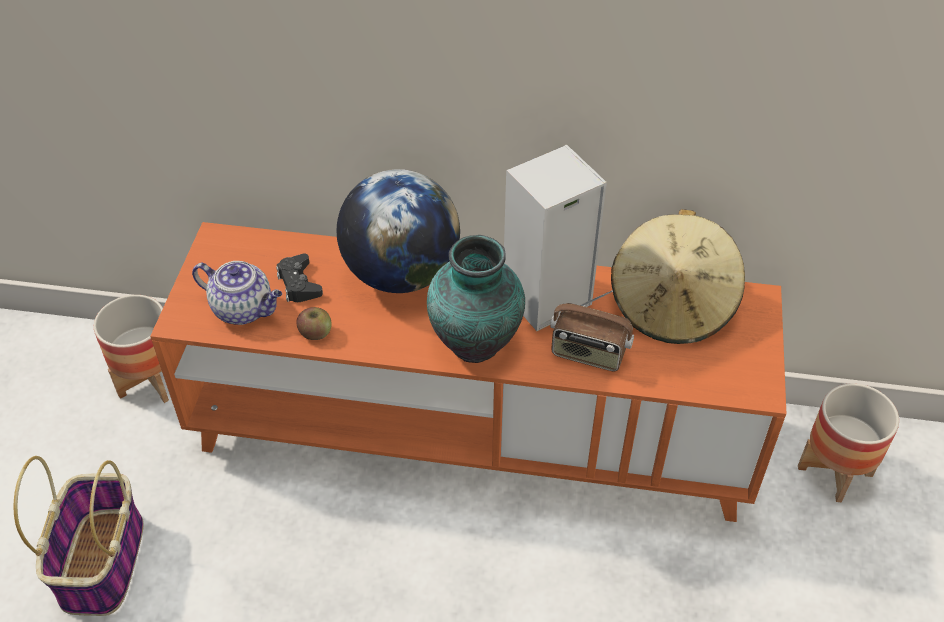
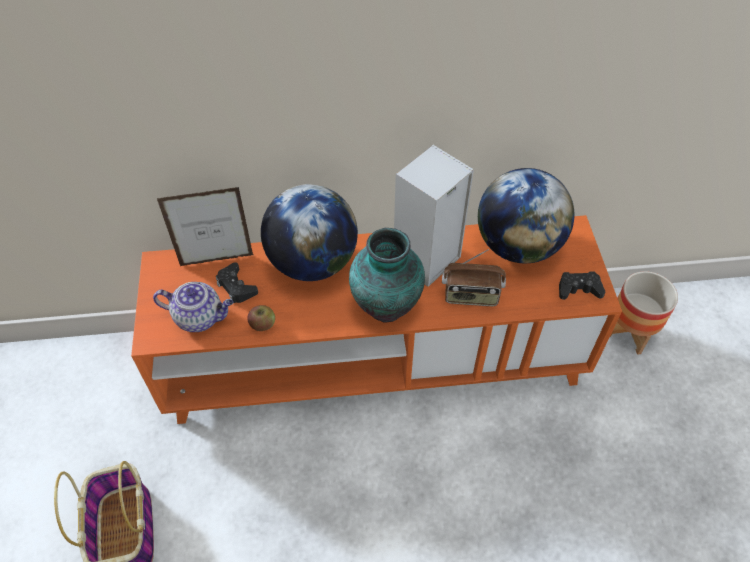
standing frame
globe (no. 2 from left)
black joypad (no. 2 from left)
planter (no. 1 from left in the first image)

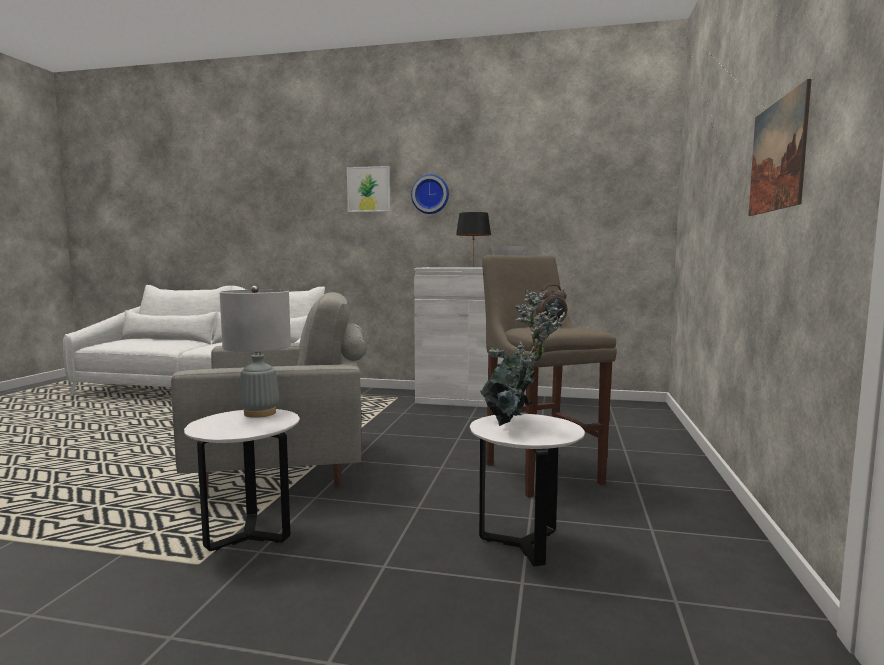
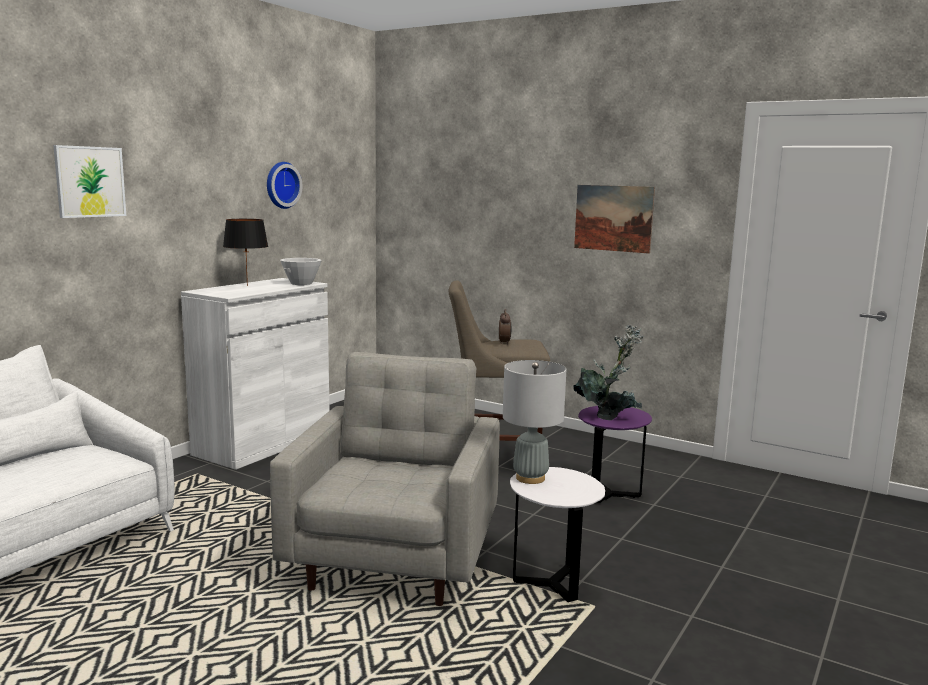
wall clock
purple-coloured end table

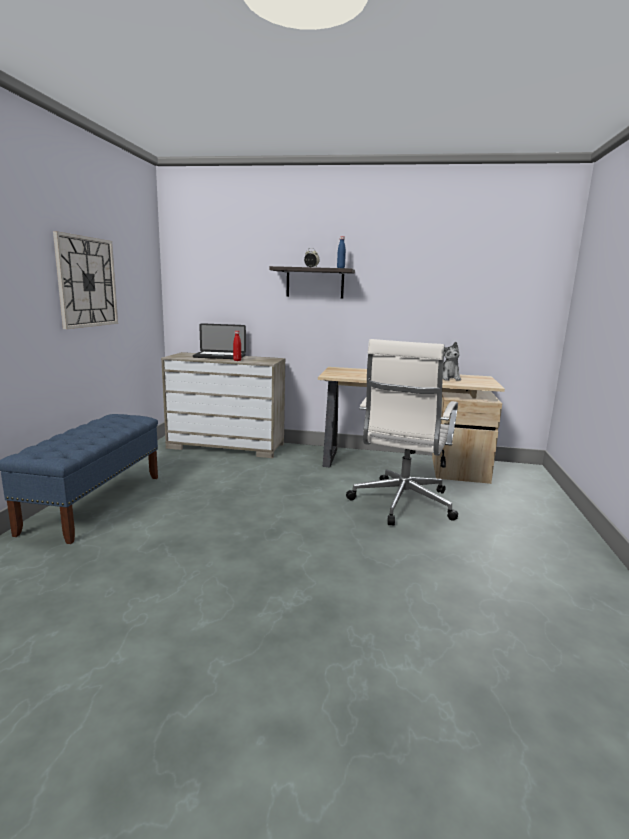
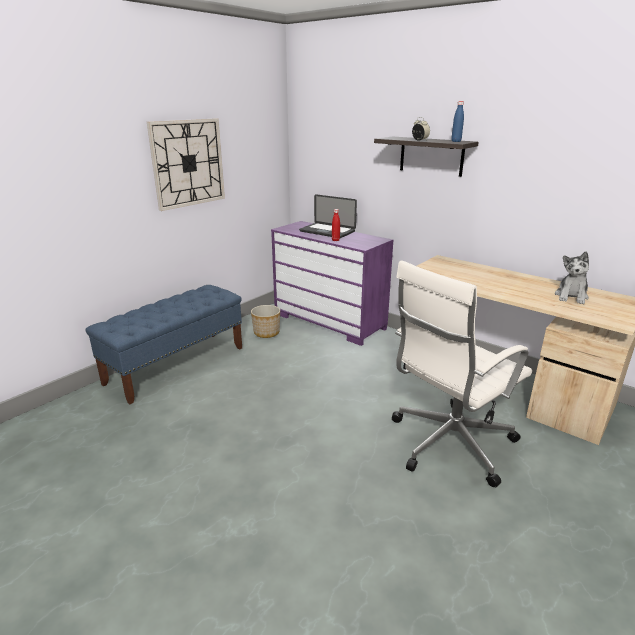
planter
purple-coloured drawer chest

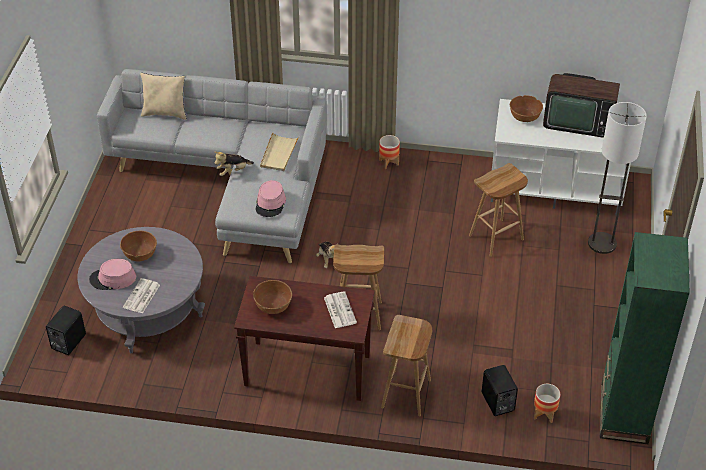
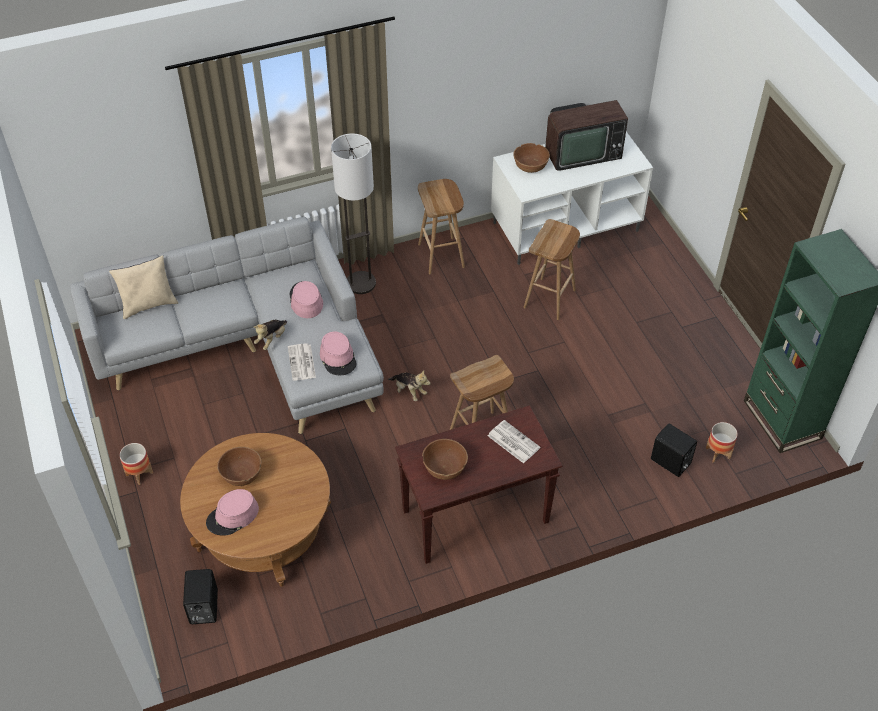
planter (no. 1 from left)
brown-coloured lounge table
daily paper (no. 1 from left)
pinkish clothing hat (no. 2 from left)
standing lamp
brown-coloured stool (no. 1 from left)

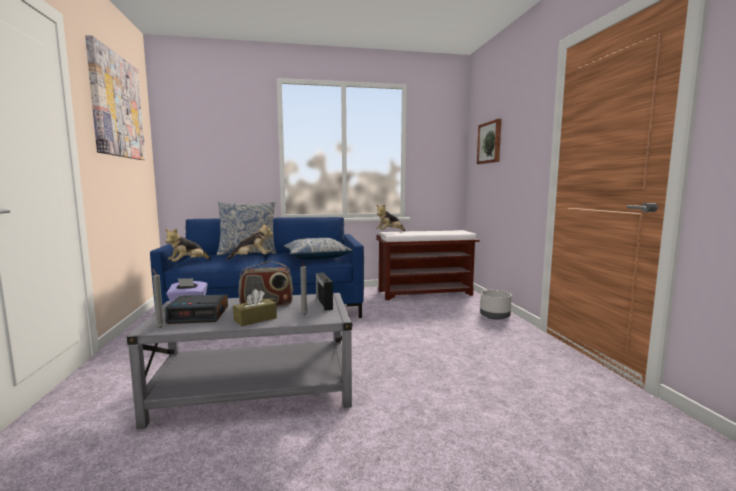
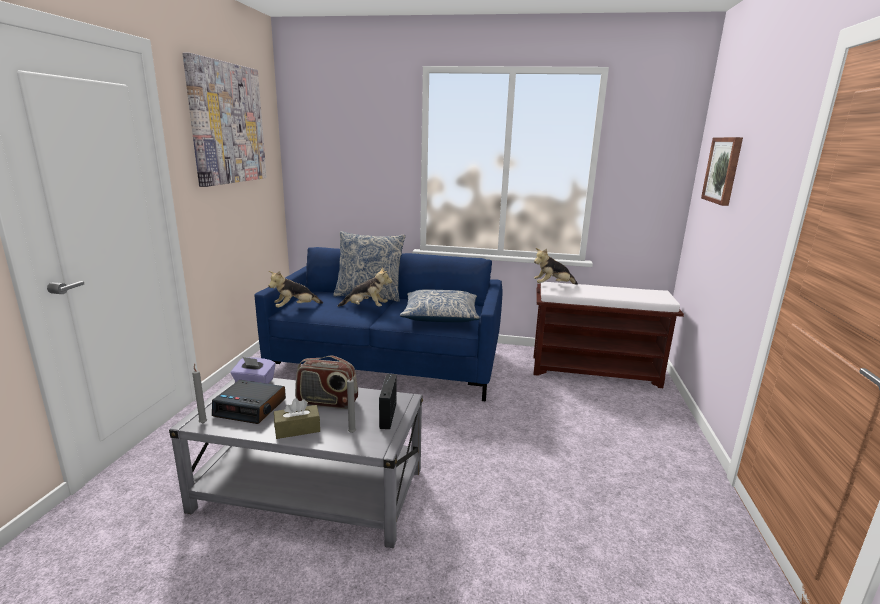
gray planter

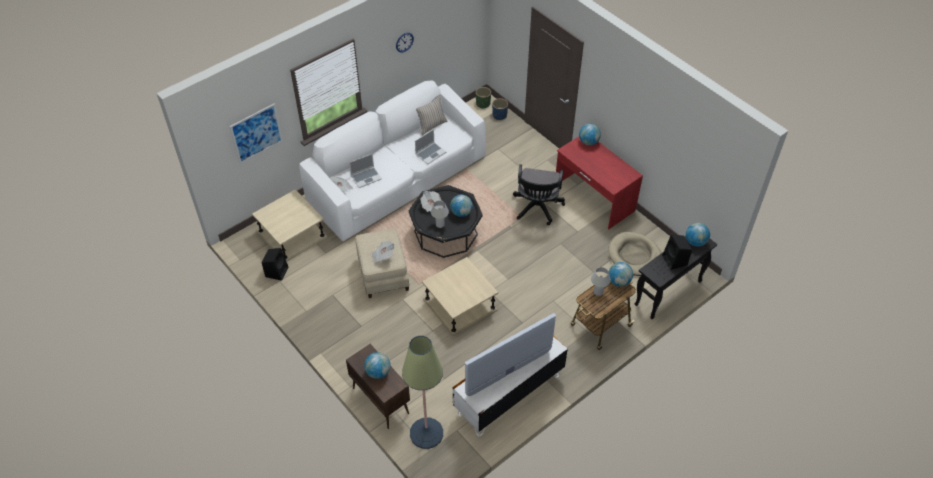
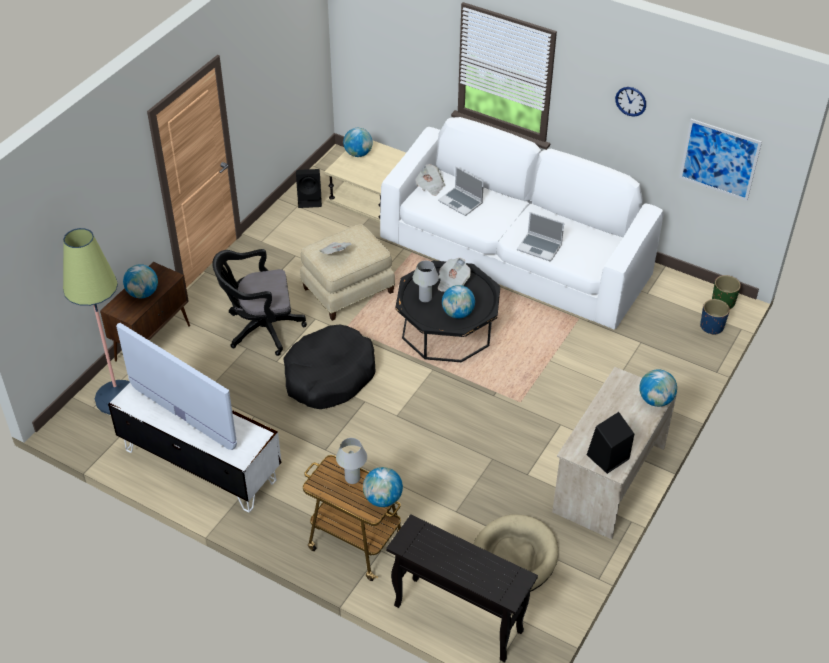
black desk chair
black dog bed
globe (no. 2 from left)
beige-coloured desk unit
black audio speaker (no. 2 from left)
wall art
beige-coloured throw pillow

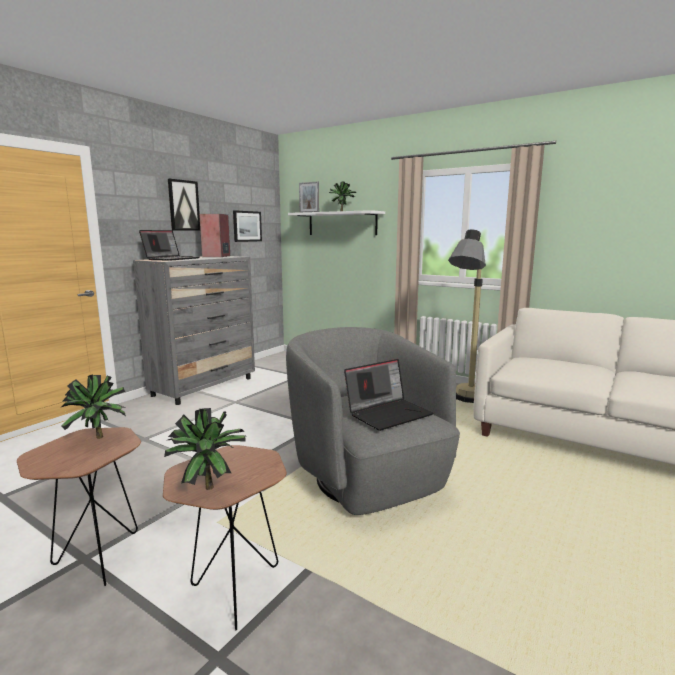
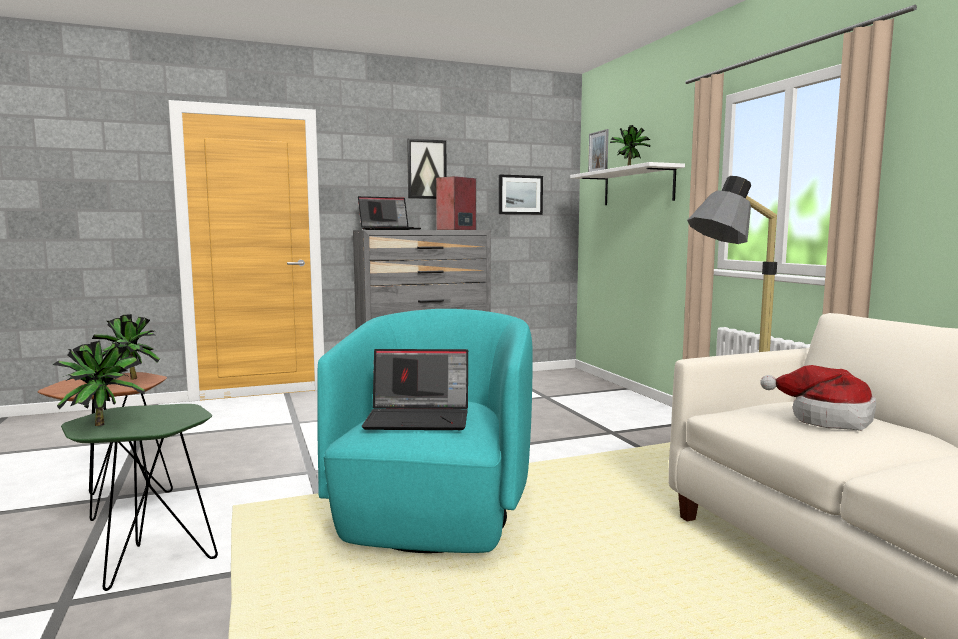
green end table
blue-green armchair
clothing hat

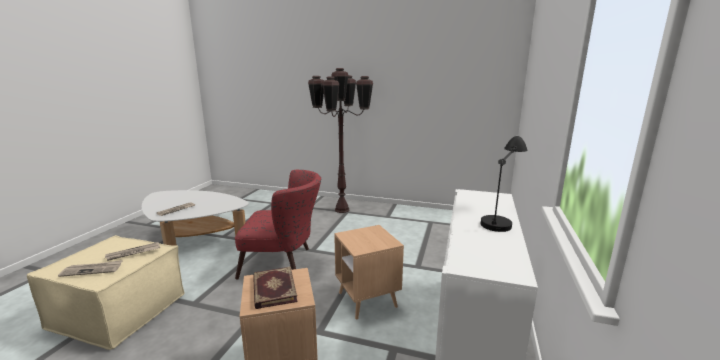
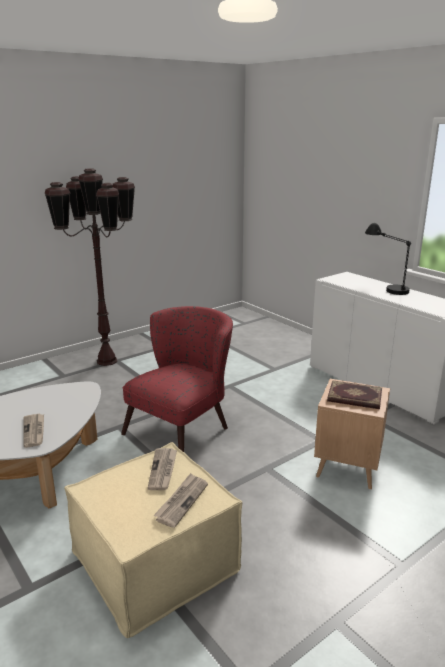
brown-coloured end table (no. 2 from left in the first image)

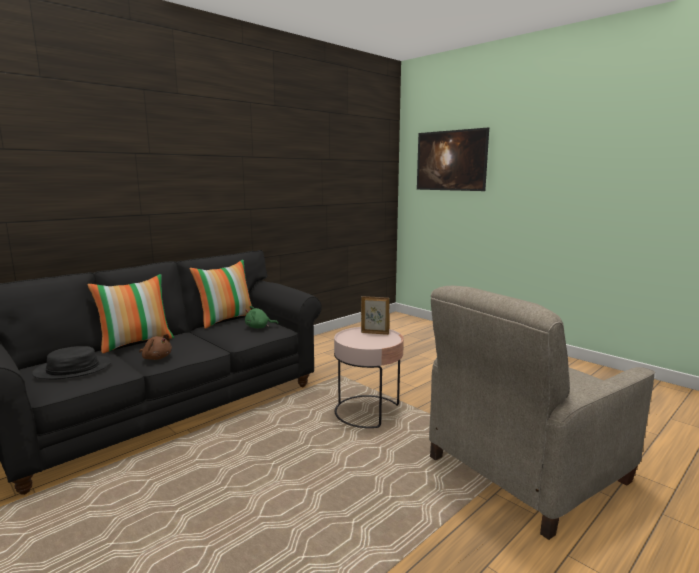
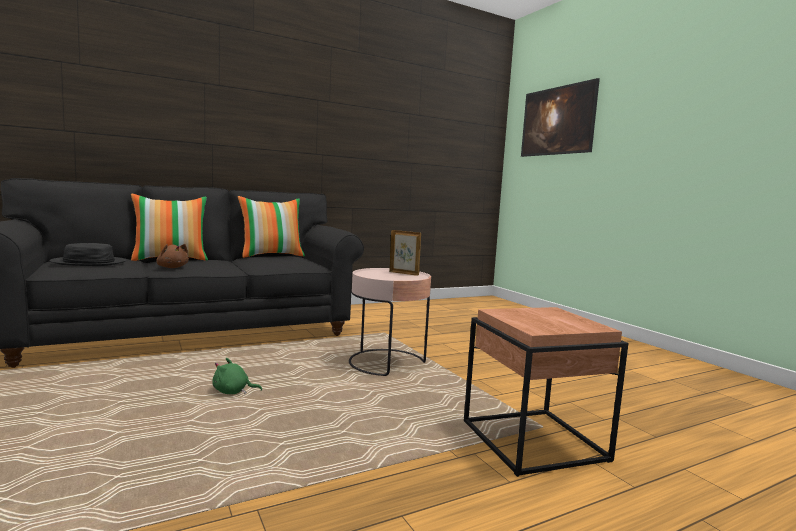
green plush toy
brown-coloured end table

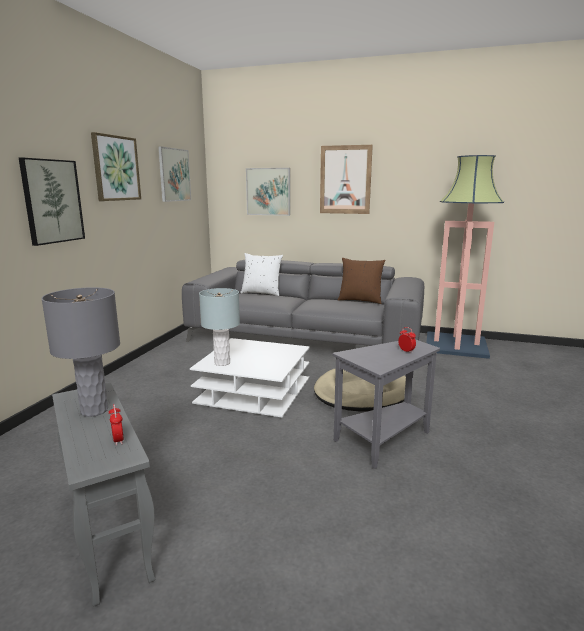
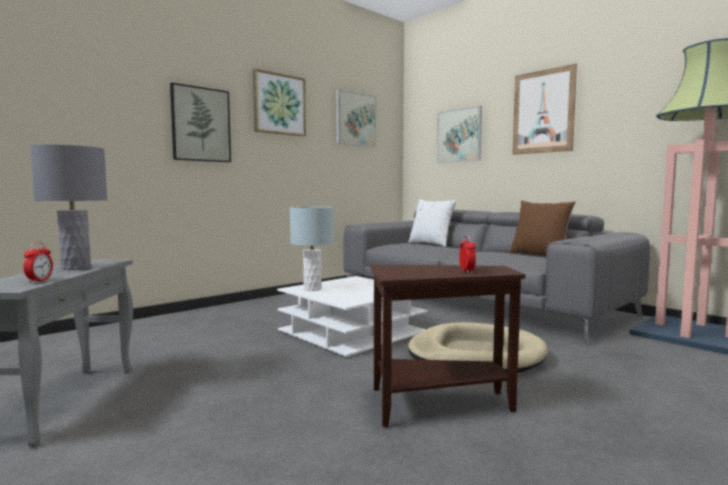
brown-coloured end table

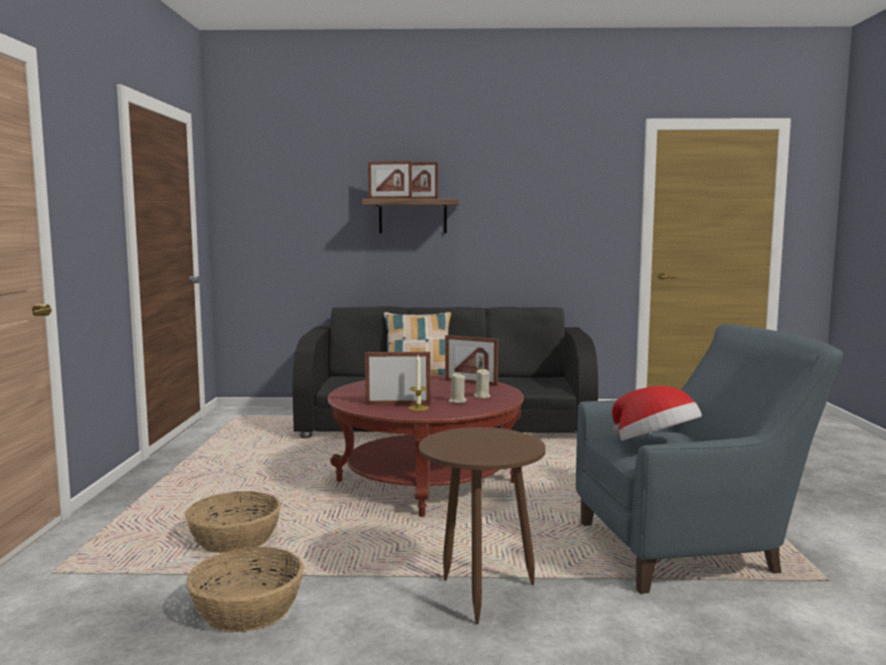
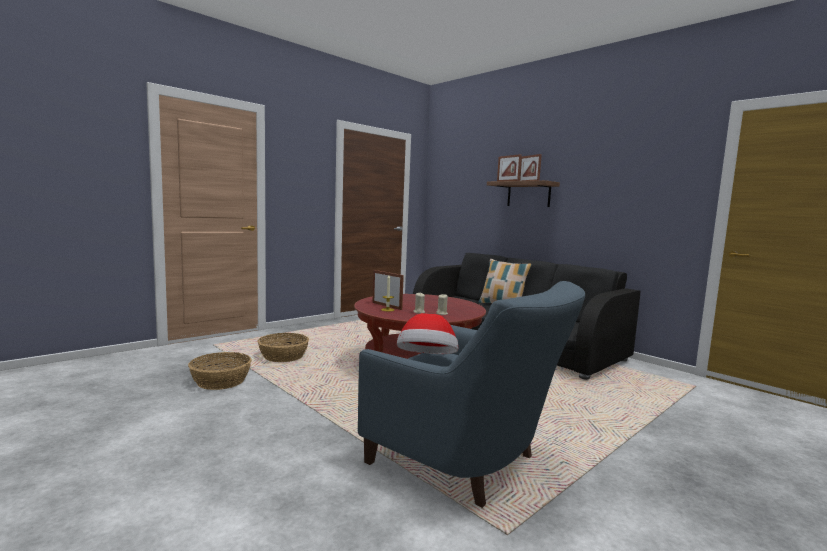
brown-coloured end table
standing frame (no. 4 from left in the first image)

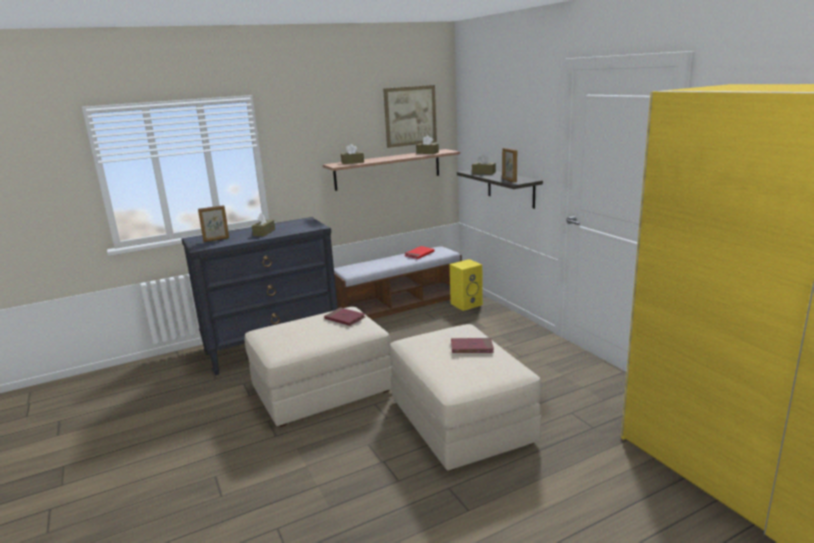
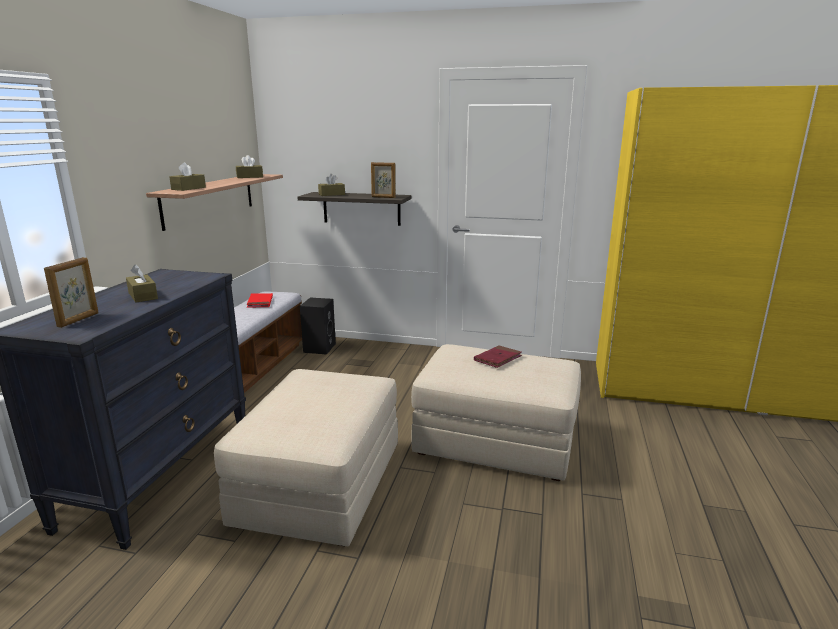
black audio speaker
reddish book (no. 1 from left in the first image)
wall art

